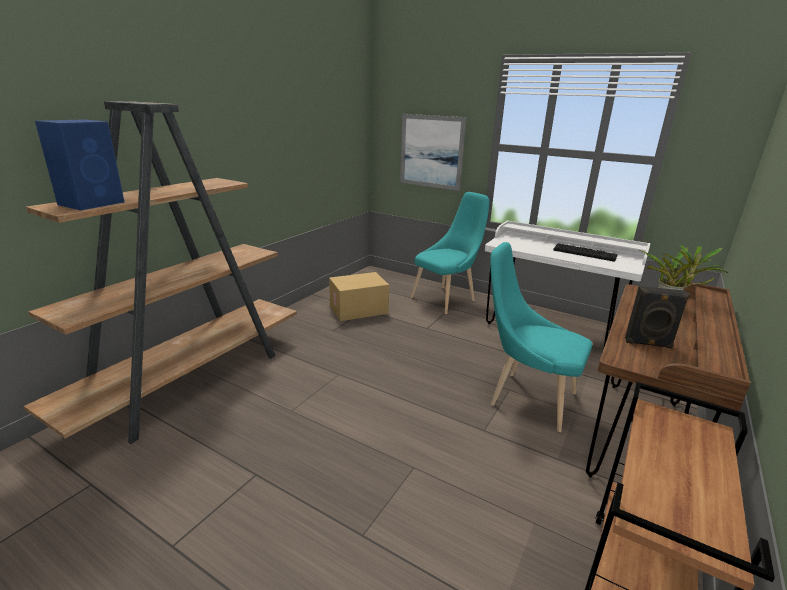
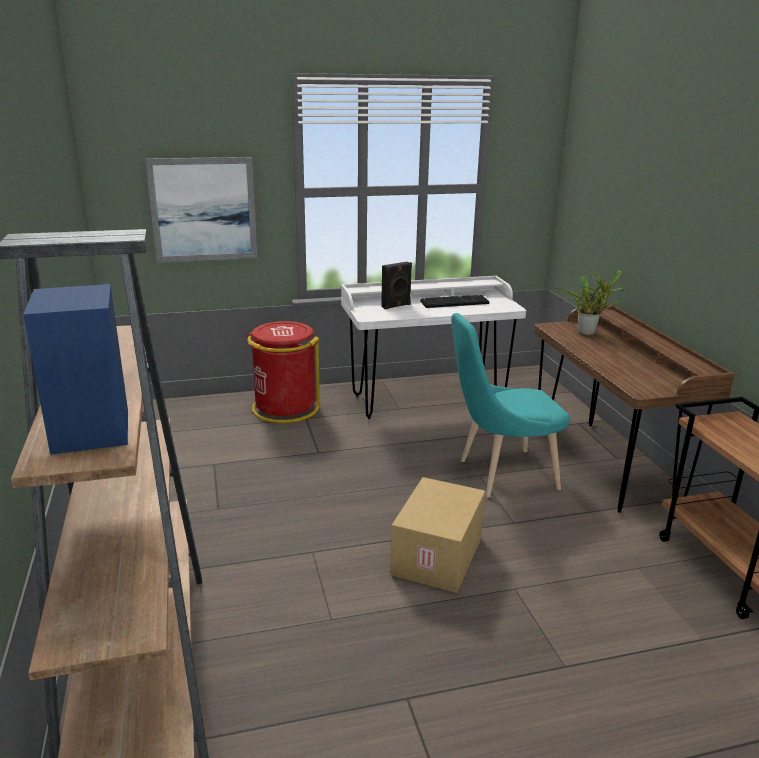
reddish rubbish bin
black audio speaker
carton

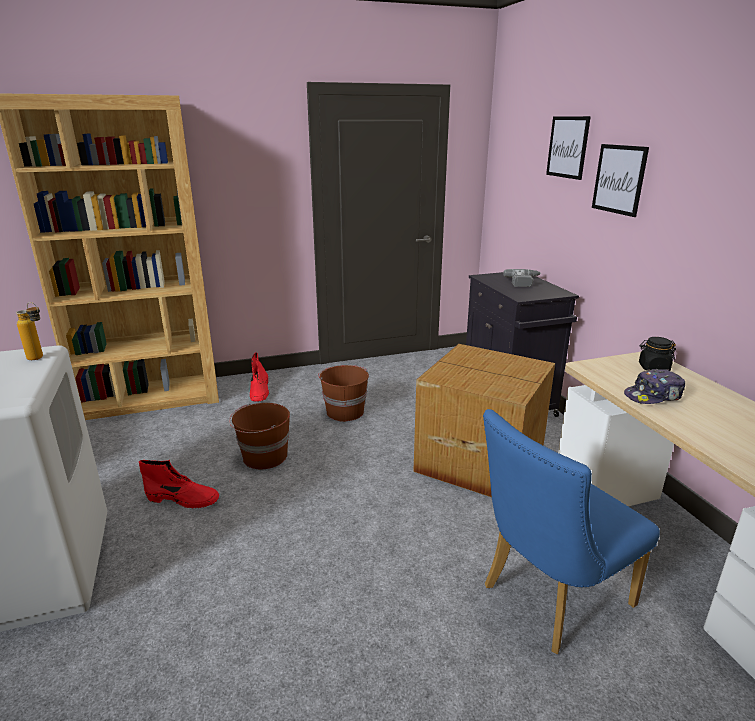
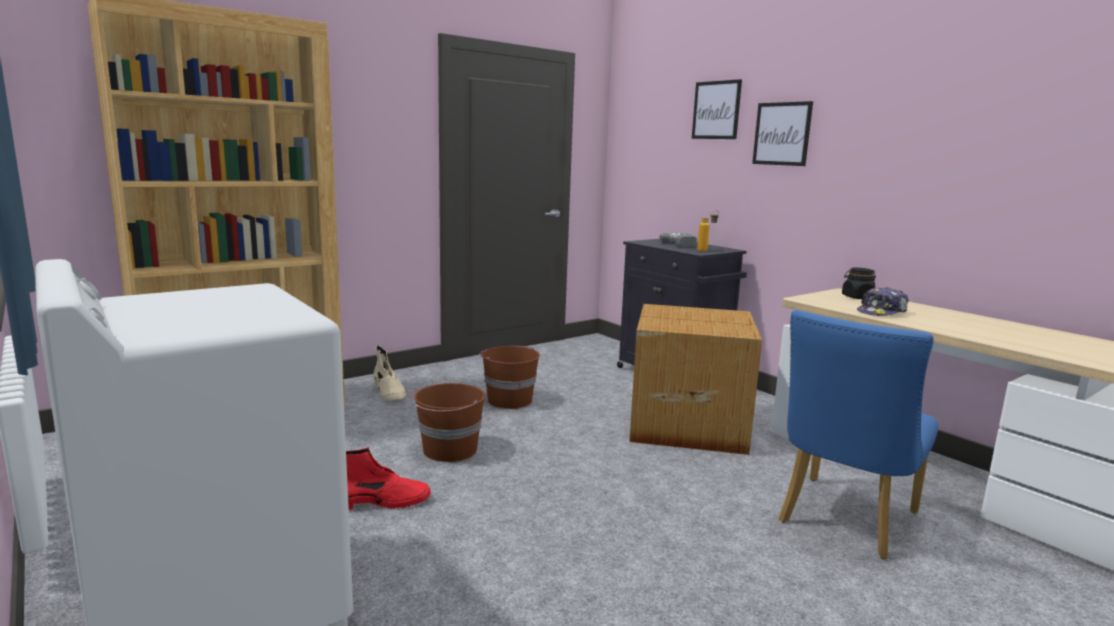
beige-coloured tall boot
drink bottle

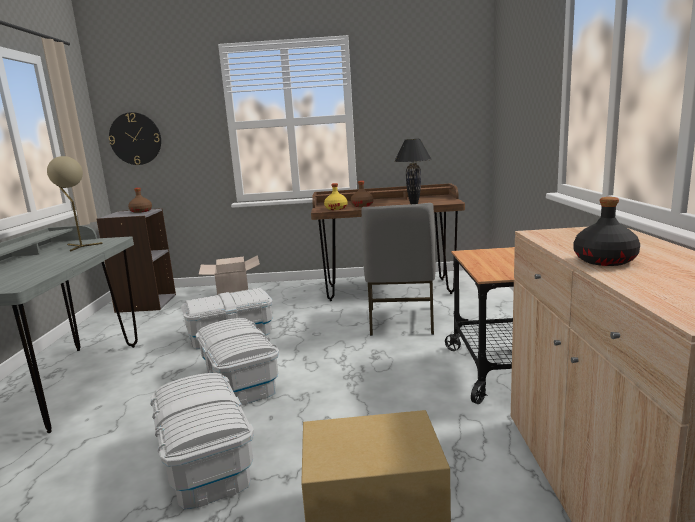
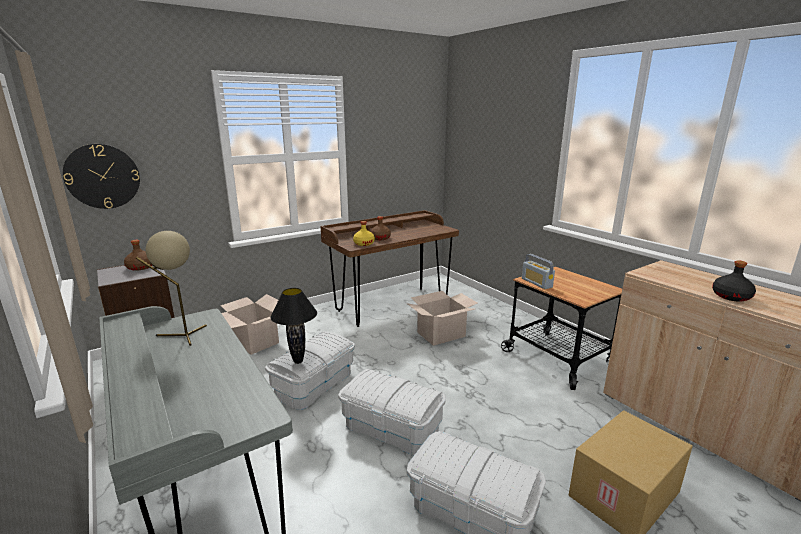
black table lamp
carton (no. 2 from left)
radio receiver

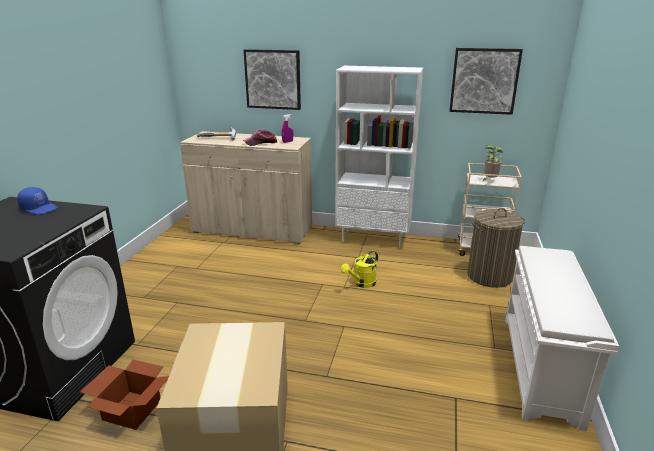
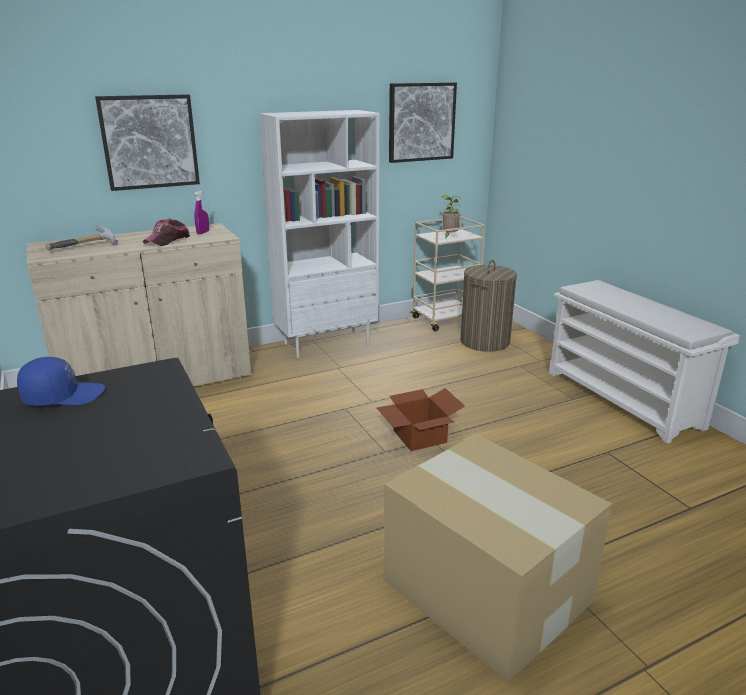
carton (no. 1 from left)
yellowish watering pot

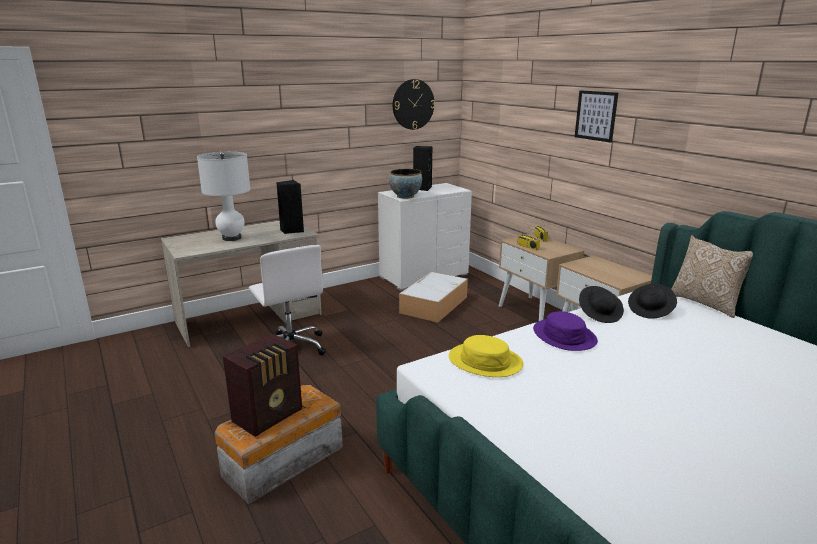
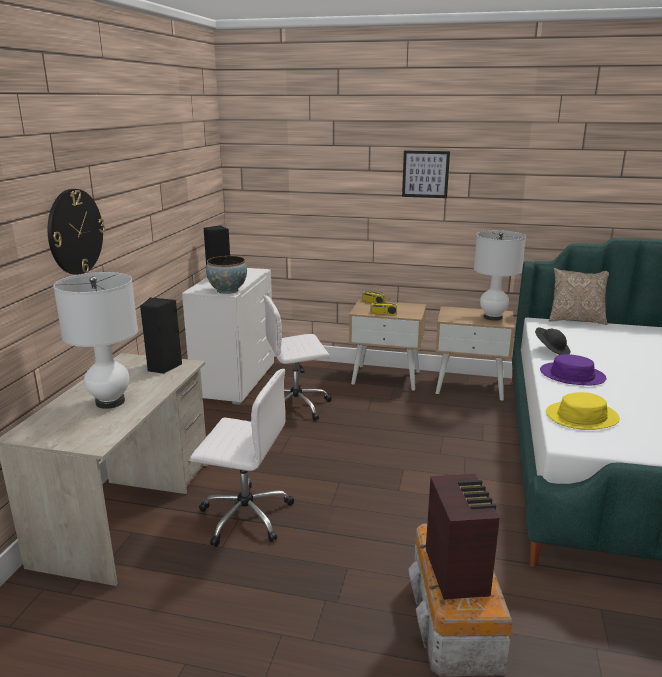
wall clock
whitish desk chair (no. 2 from left)
whitish table lamp (no. 2 from left)
black clothing hat (no. 2 from left in the first image)

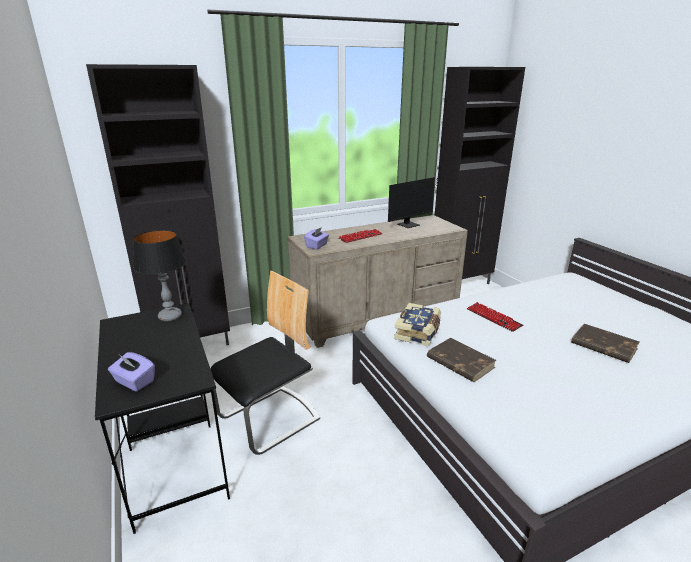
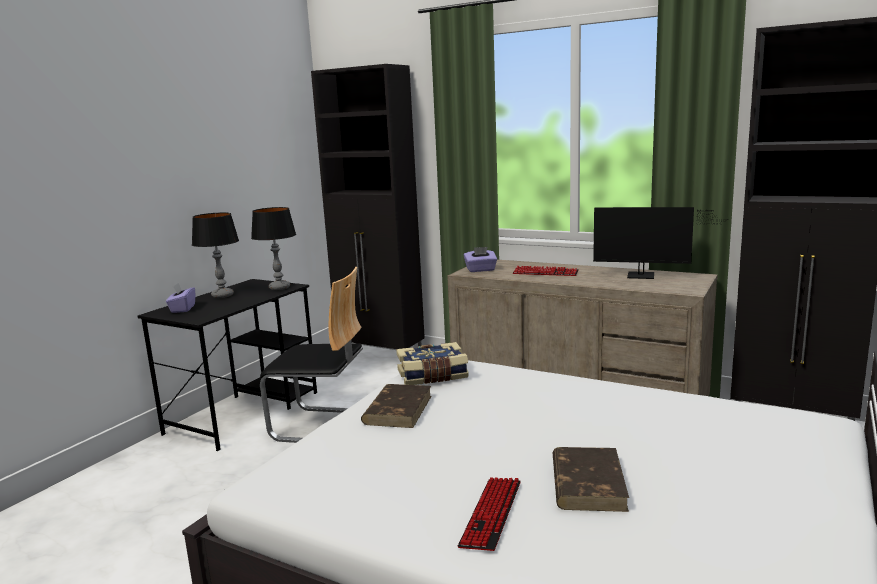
table lamp (no. 1 from left)
keyboard (no. 1 from left)

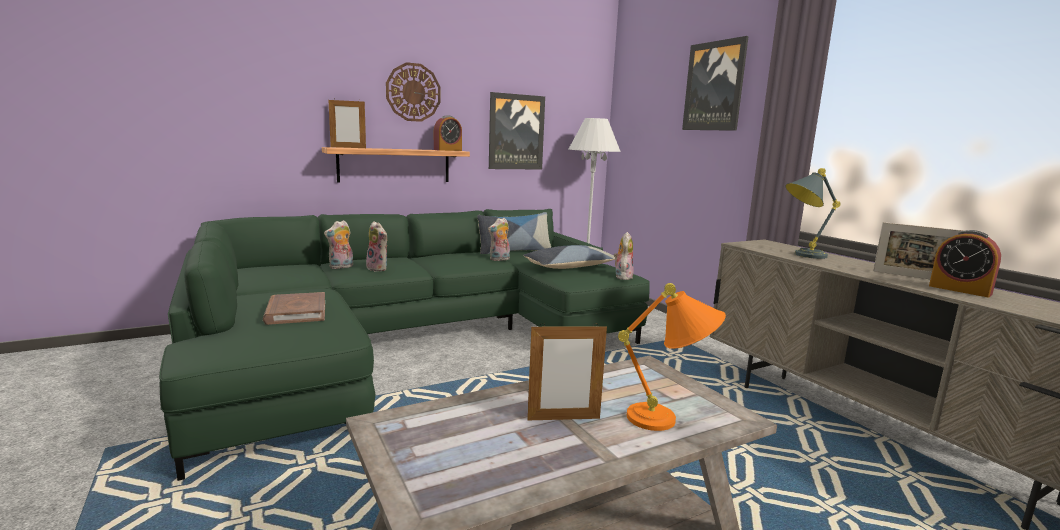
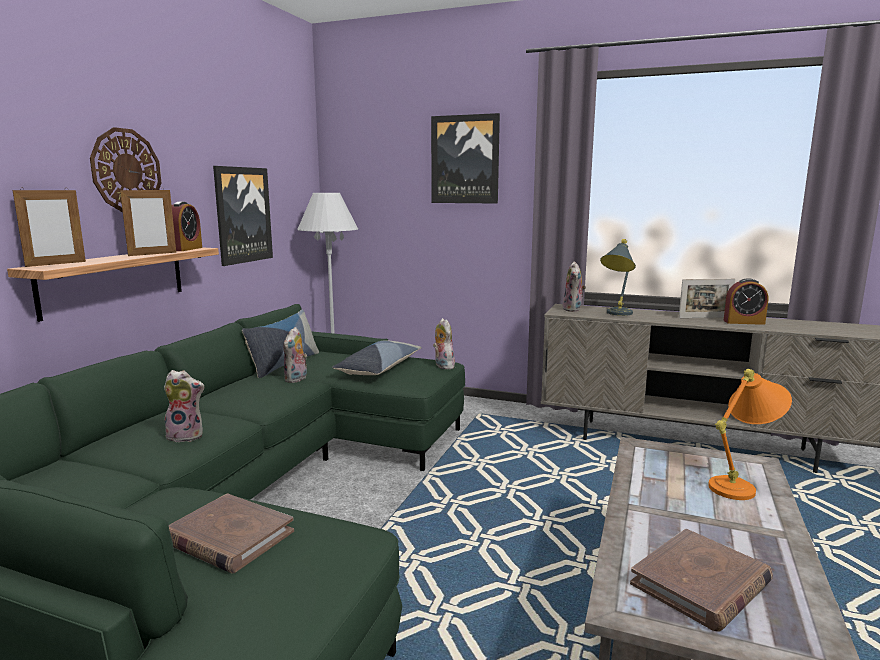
standing frame (no. 2 from left)
plush toy (no. 4 from left)
brown-coloured book (no. 2 from left)

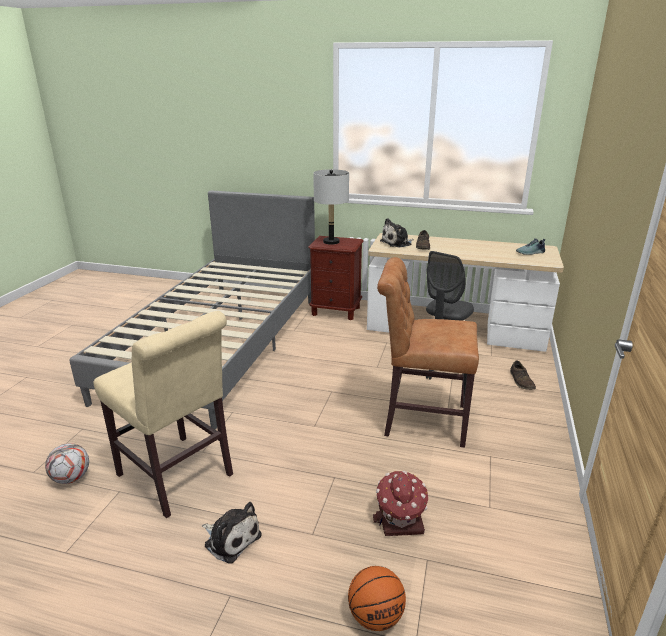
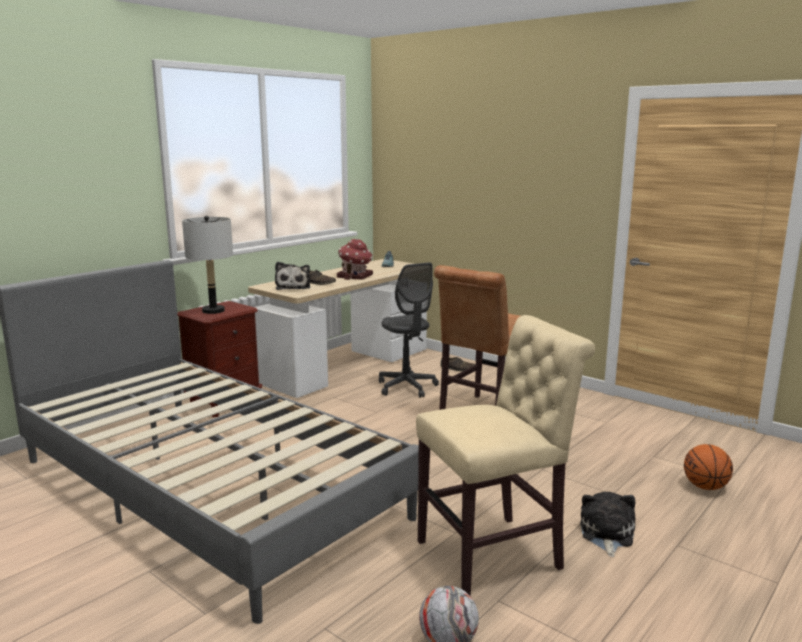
model house
plush toy (no. 2 from left)

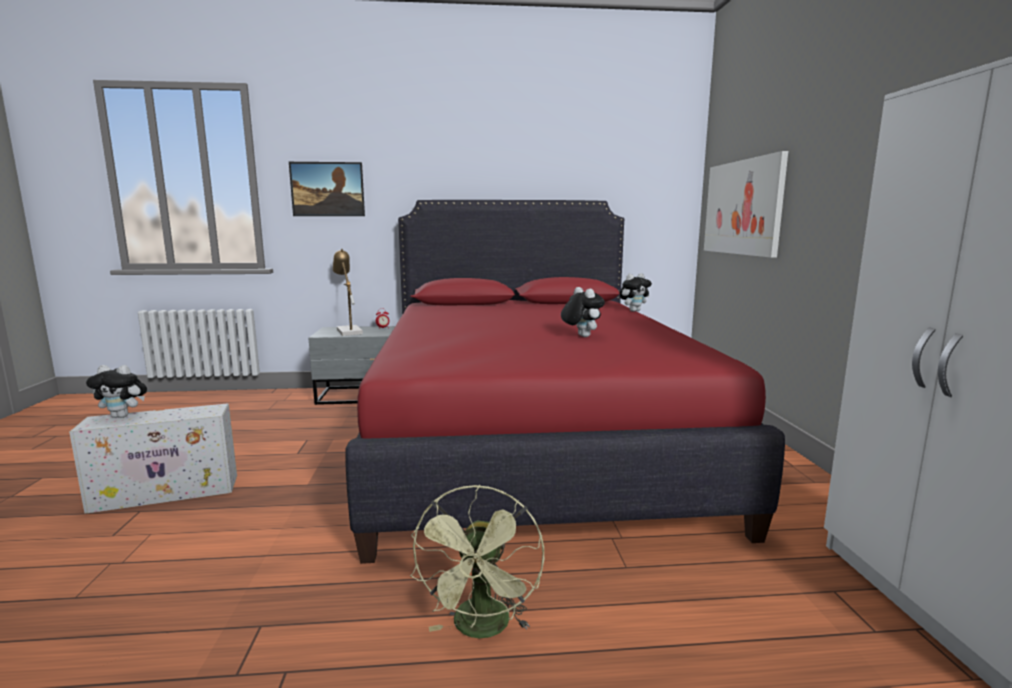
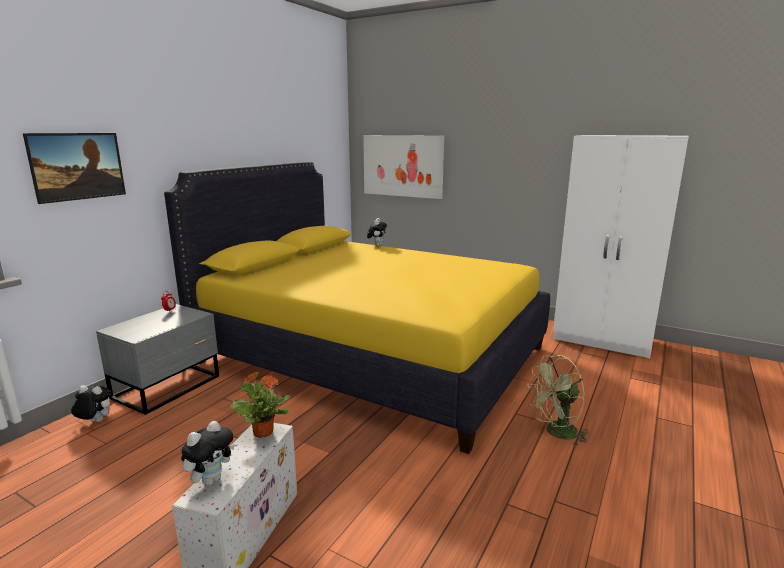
plush toy (no. 1 from left)
yellowish bedroom bed
potted plant
green fan
table lamp

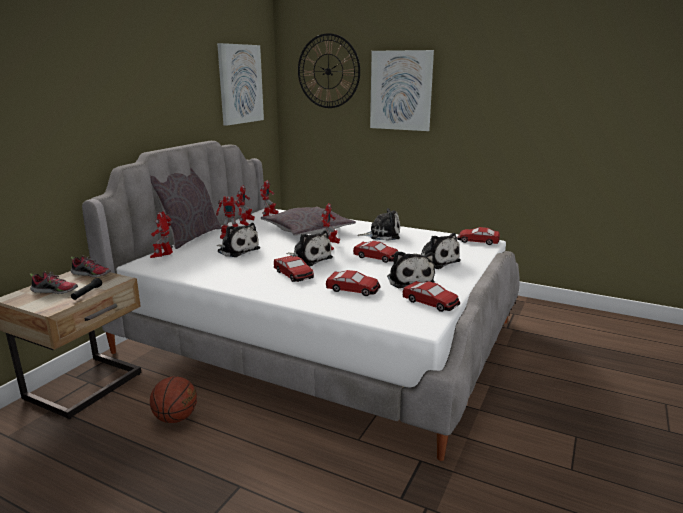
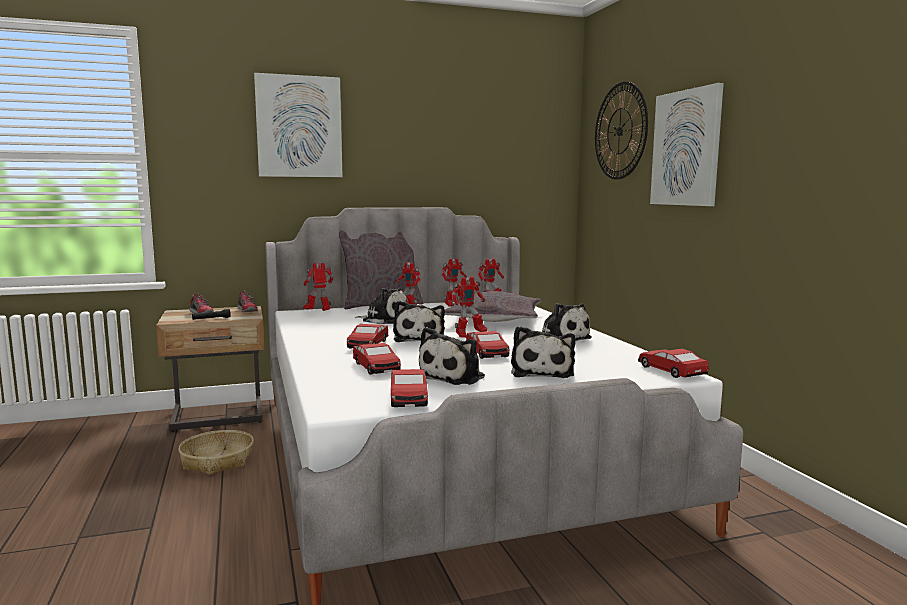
household basket
wall art (no. 1 from left)
plush toy (no. 1 from left)

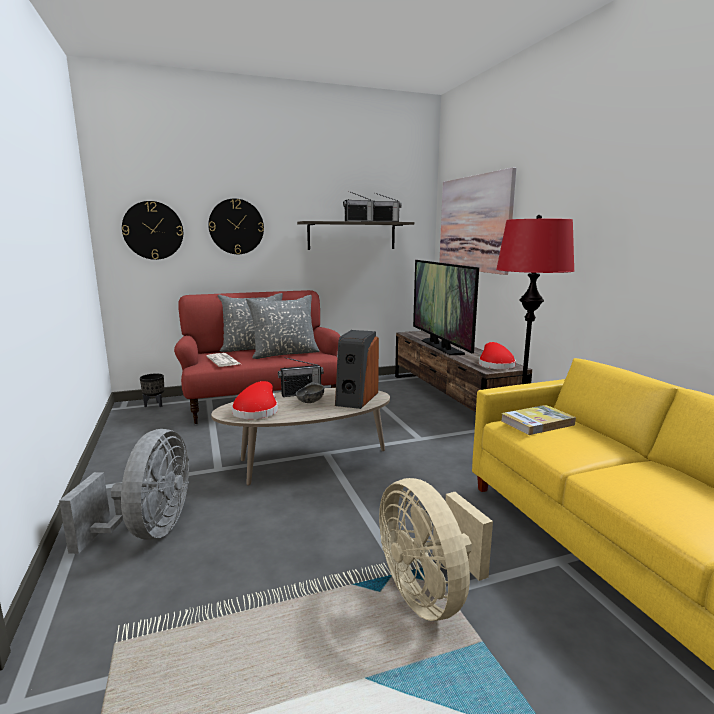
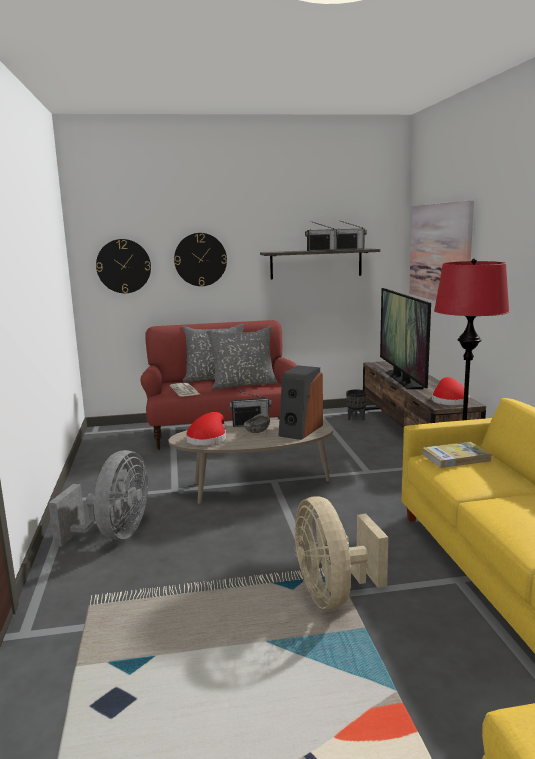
black planter

